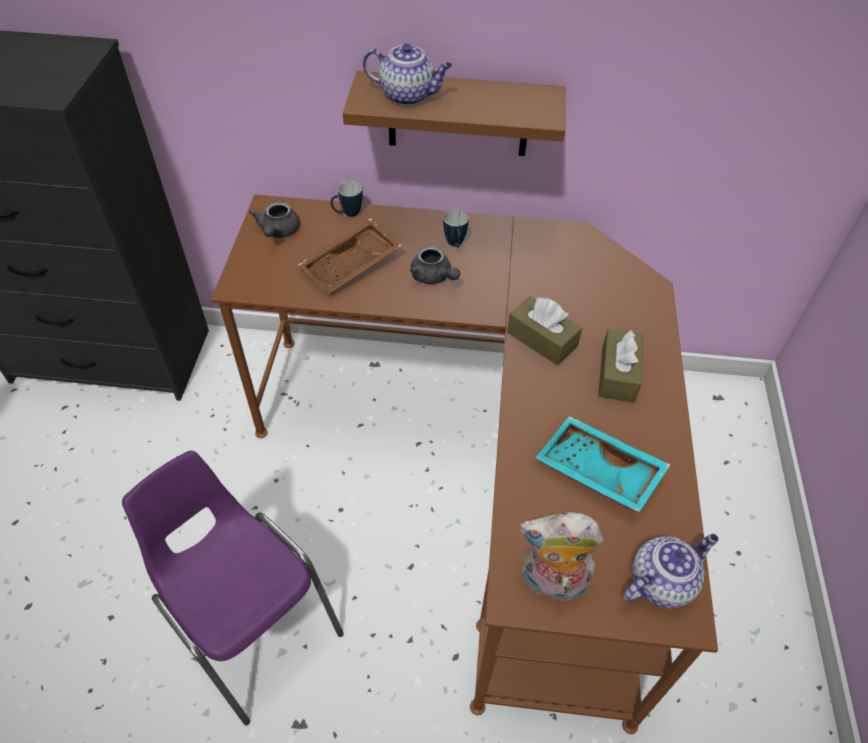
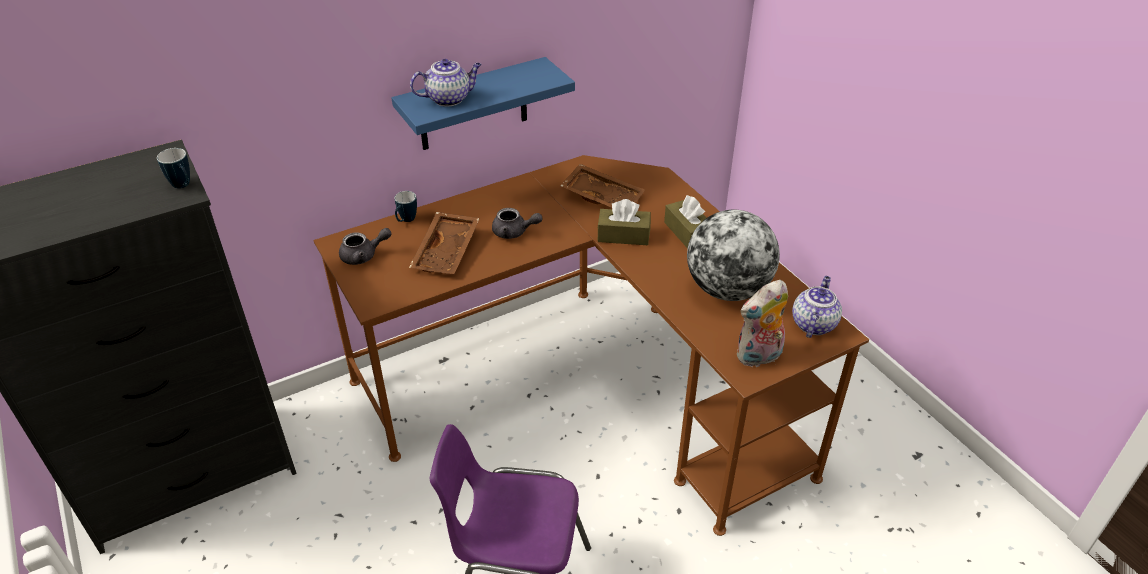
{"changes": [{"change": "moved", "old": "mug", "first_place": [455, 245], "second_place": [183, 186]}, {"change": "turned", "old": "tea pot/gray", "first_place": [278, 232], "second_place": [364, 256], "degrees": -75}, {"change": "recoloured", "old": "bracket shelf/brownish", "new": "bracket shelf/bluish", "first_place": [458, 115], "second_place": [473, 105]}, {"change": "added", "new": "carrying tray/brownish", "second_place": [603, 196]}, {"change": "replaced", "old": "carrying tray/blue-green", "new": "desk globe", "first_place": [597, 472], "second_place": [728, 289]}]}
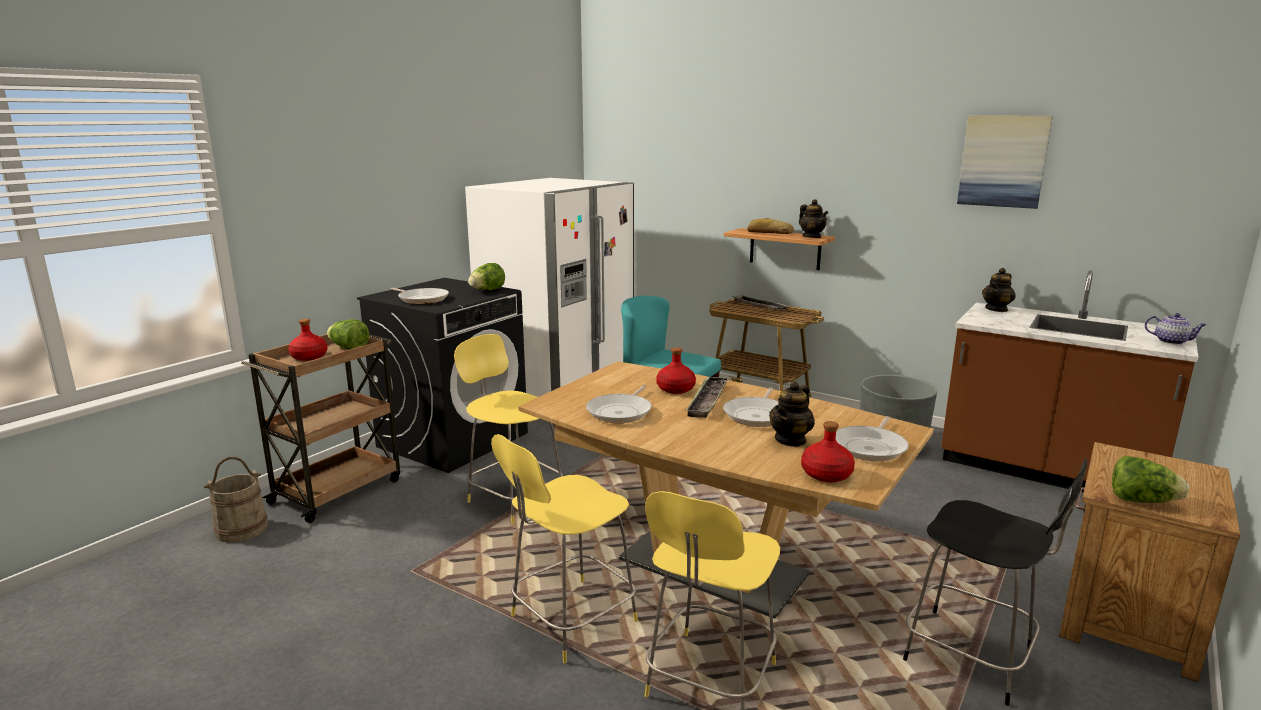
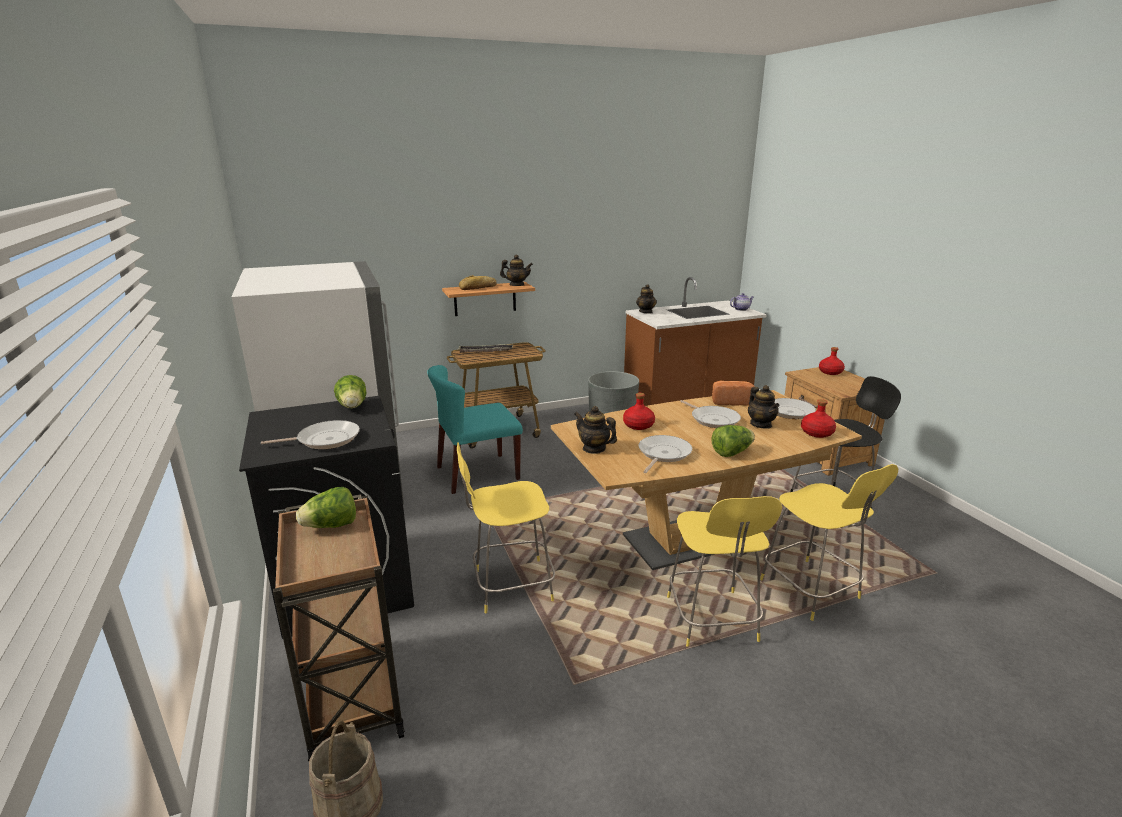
{"changes": [{"change": "added", "new": "tea pot", "second_place": [594, 448]}, {"change": "turned", "old": "frying pan", "first_place": [621, 412], "second_place": [663, 454], "degrees": -120}, {"change": "moved", "old": "lettuce head", "first_place": [1141, 501], "second_place": [731, 453]}, {"change": "added", "new": "bread", "second_place": [731, 401]}, {"change": "moved", "old": "bottle/red-coloured", "first_place": [309, 357], "second_place": [830, 372]}, {"change": "removed", "old": "carrying tray", "first_place": [707, 401]}, {"change": "removed", "old": "wall picture", "first_place": [1003, 161]}]}
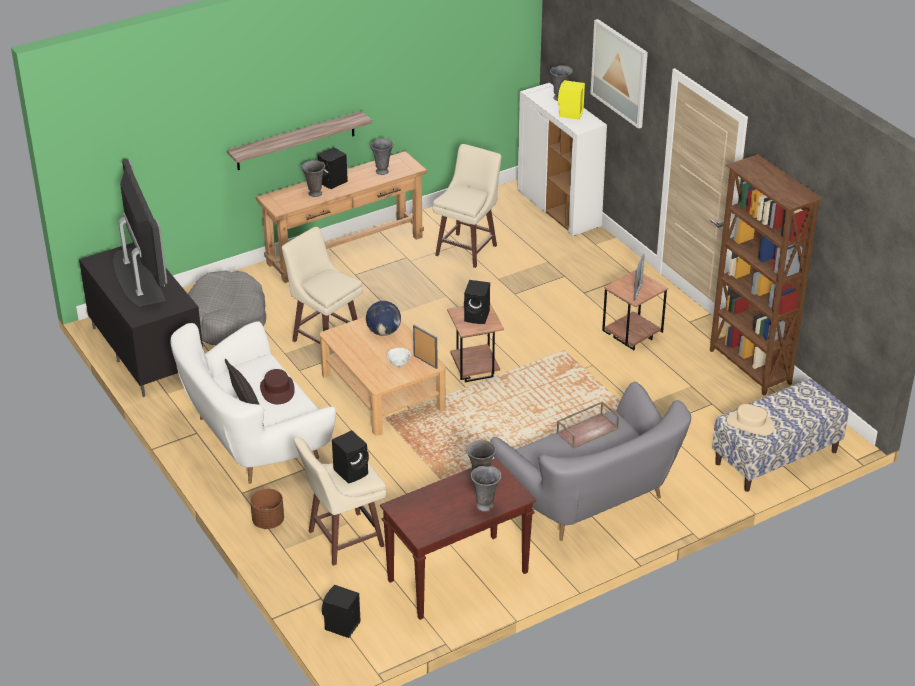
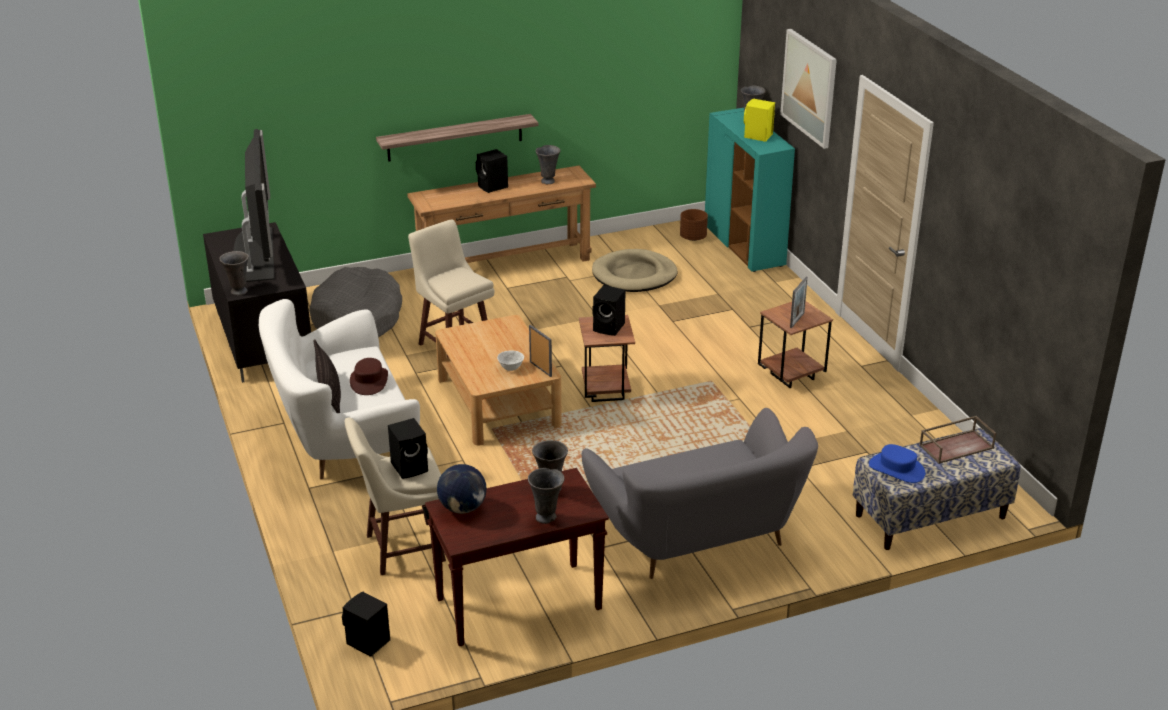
{"changes": [{"change": "moved", "old": "flower vase/gray", "first_place": [314, 193], "second_place": [238, 291]}, {"change": "moved", "old": "desk globe", "first_place": [384, 332], "second_place": [463, 508]}, {"change": "replaced", "old": "sitting stool/beige", "new": "dog bed/beige", "first_place": [467, 249], "second_place": [634, 275]}, {"change": "moved", "old": "flower pot/brownish", "first_place": [268, 521], "second_place": [692, 238]}, {"change": "recoloured", "old": "cabinet/white", "new": "cabinet/blue-green", "first_place": [559, 209], "second_place": [744, 246]}, {"change": "recoloured", "old": "wearable hat/beige", "new": "wearable hat/bluish", "first_place": [750, 424], "second_place": [897, 469]}, {"change": "moved", "old": "carrying tray/brownish", "first_place": [587, 430], "second_place": [956, 446]}, {"change": "removed", "old": "bookshelf/brownish", "first_place": [749, 367]}]}
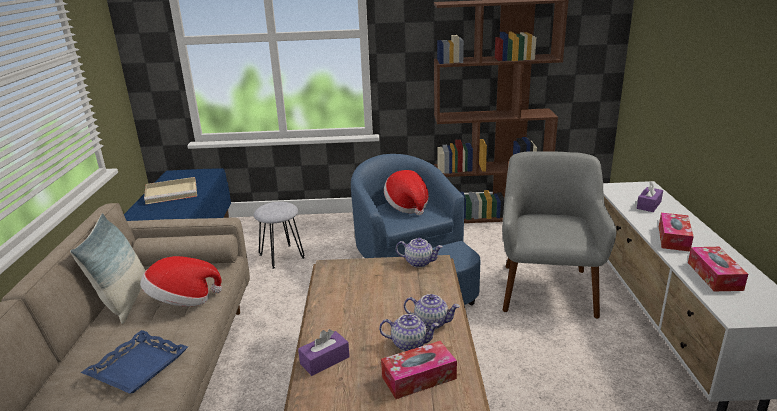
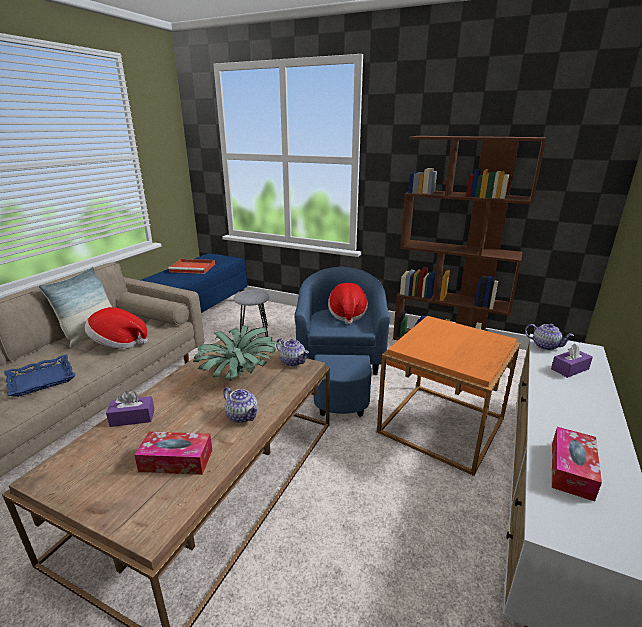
{"changes": [{"change": "recoloured", "old": "carrying tray/beige", "new": "carrying tray/red-coloured", "first_place": [173, 192], "second_place": [193, 268]}, {"change": "added", "new": "plant in a pot", "second_place": [239, 377]}, {"change": "replaced", "old": "easy chair/gray", "new": "end table/orange-coloured", "first_place": [547, 289], "second_place": [441, 425]}, {"change": "moved", "old": "tea pot", "first_place": [409, 344], "second_place": [545, 346]}, {"change": "removed", "old": "tissue box", "first_place": [673, 238]}]}
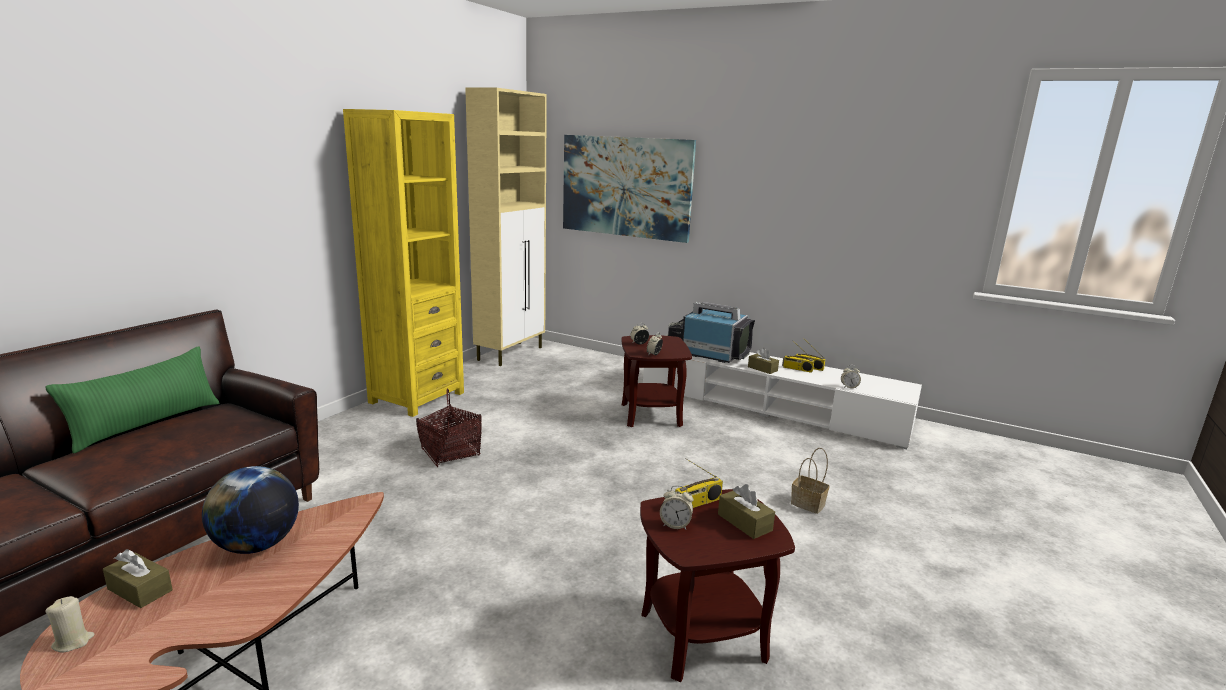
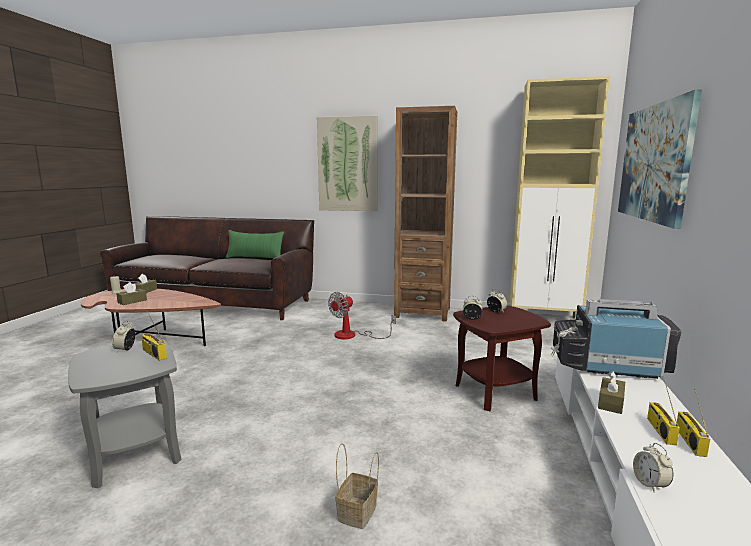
{"changes": [{"change": "recoloured", "old": "end table/brownish", "new": "end table/gray", "first_place": [702, 635], "second_place": [136, 453]}, {"change": "moved", "old": "tissue box/brownish", "first_place": [744, 522], "second_place": [132, 301]}, {"change": "added", "new": "wall picture", "second_place": [348, 164]}, {"change": "replaced", "old": "basket", "new": "cooling fan", "first_place": [450, 453], "second_place": [353, 335]}, {"change": "recoloured", "old": "bookshelf/yellow-coloured", "new": "bookshelf/brownish", "first_place": [417, 397], "second_place": [422, 312]}, {"change": "turned", "old": "TV", "first_place": [708, 354], "second_place": [606, 366], "degrees": -90}, {"change": "removed", "old": "desk globe", "first_place": [257, 545]}]}
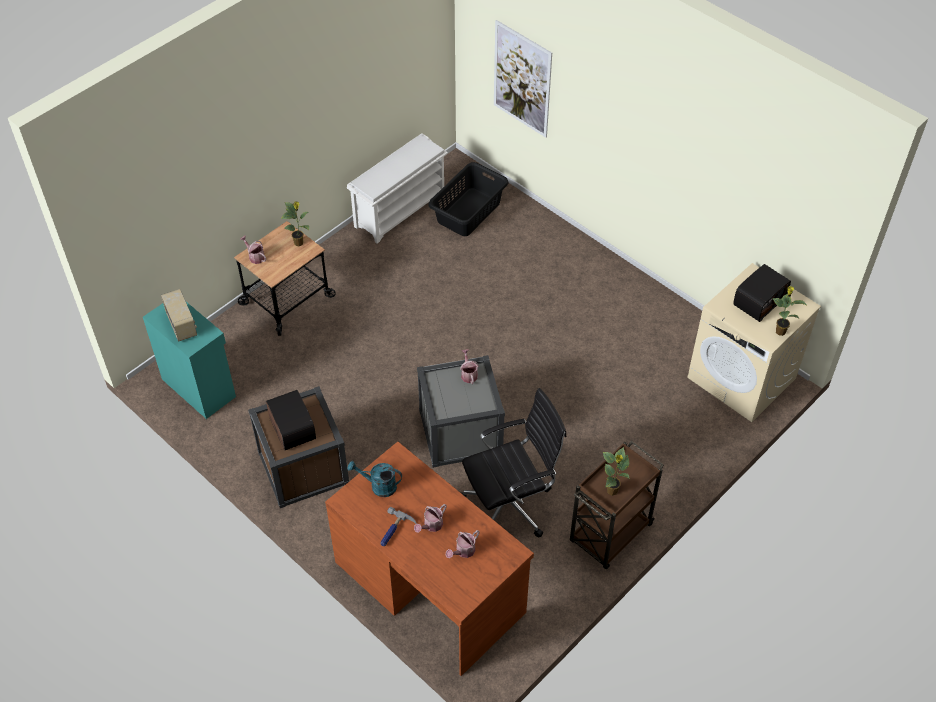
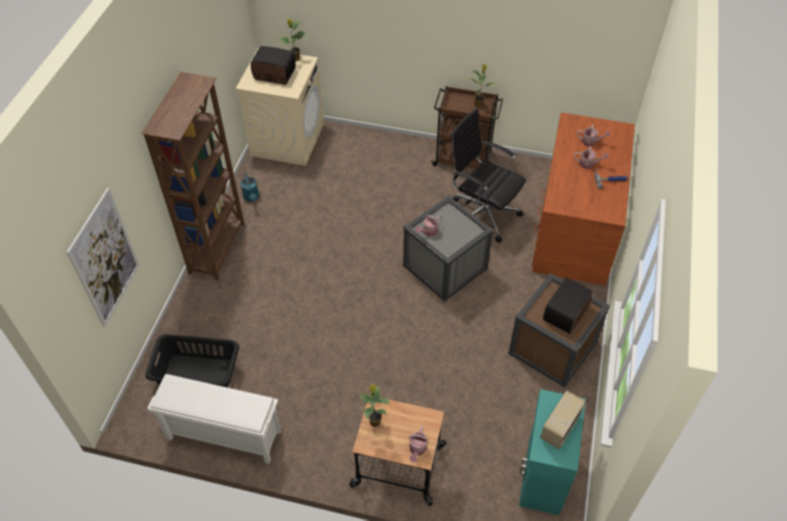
{"changes": [{"change": "added", "new": "bookshelf/brownish", "second_place": [218, 248]}, {"change": "moved", "old": "sprinkling can/blue-green", "first_place": [378, 486], "second_place": [252, 197]}]}
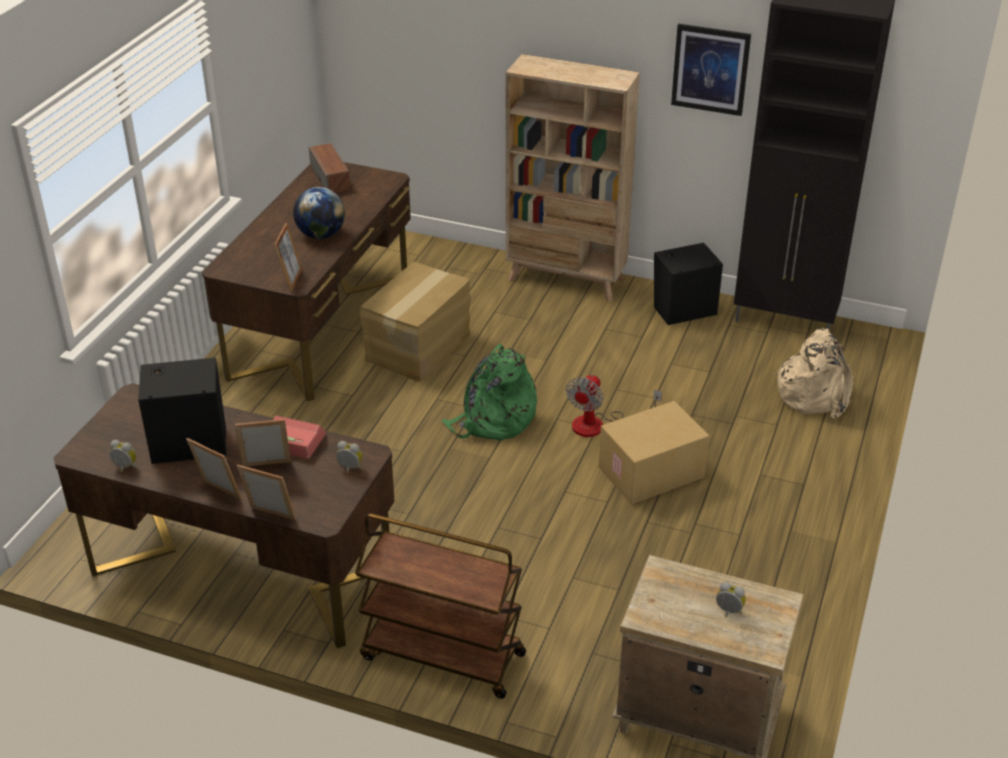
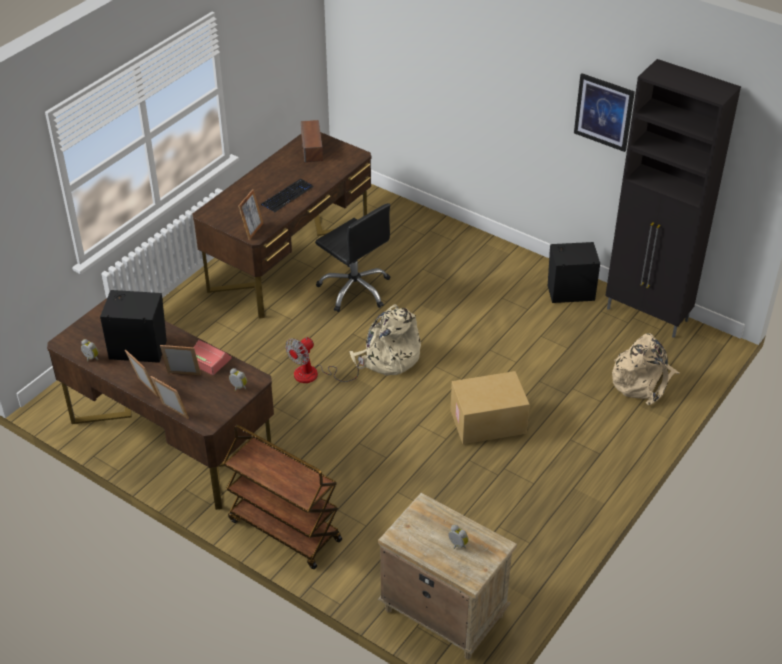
{"changes": [{"change": "replaced", "old": "desk globe", "new": "PC keyboard", "first_place": [321, 235], "second_place": [287, 196]}, {"change": "moved", "old": "cooling fan", "first_place": [599, 425], "second_place": [315, 375]}, {"change": "replaced", "old": "carton", "new": "office chair/black", "first_place": [419, 347], "second_place": [355, 289]}, {"change": "recoloured", "old": "backpack/green", "new": "backpack/beige", "first_place": [493, 420], "second_place": [387, 358]}, {"change": "removed", "old": "bookshelf/beige", "first_place": [566, 280]}]}
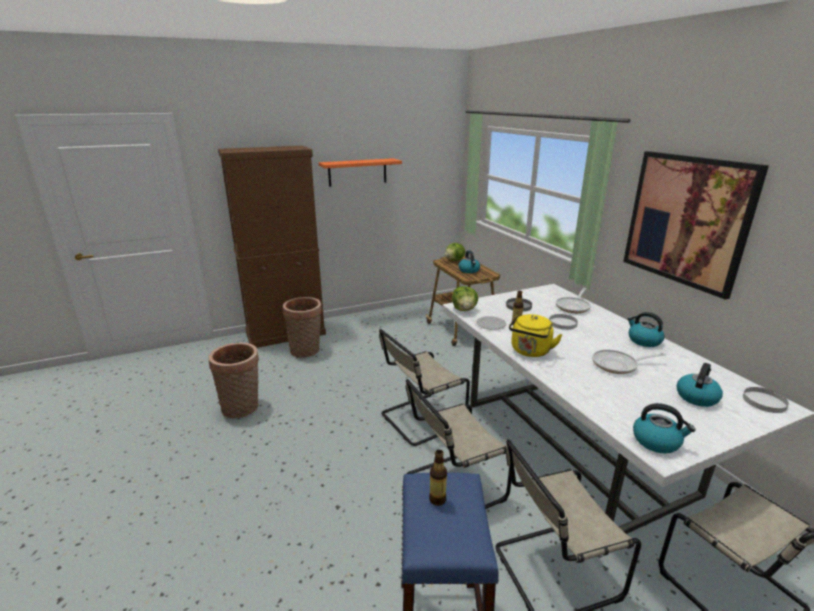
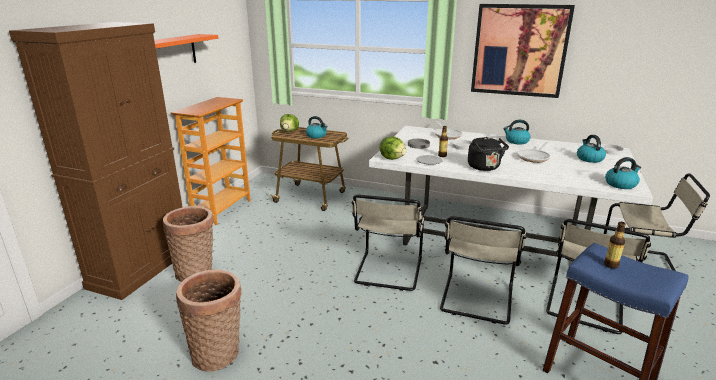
{"changes": [{"change": "added", "new": "bookshelf", "second_place": [221, 209]}, {"change": "recoloured", "old": "kettle/yellow-coloured", "new": "kettle/black", "first_place": [530, 352], "second_place": [485, 168]}]}
